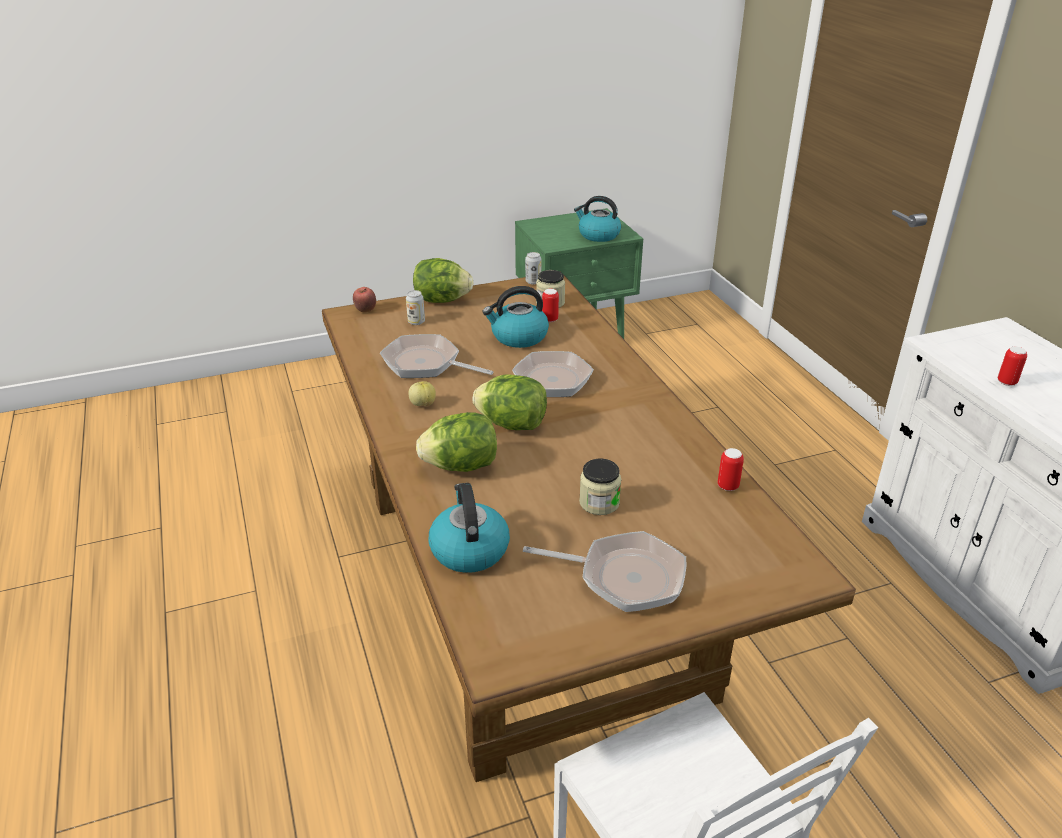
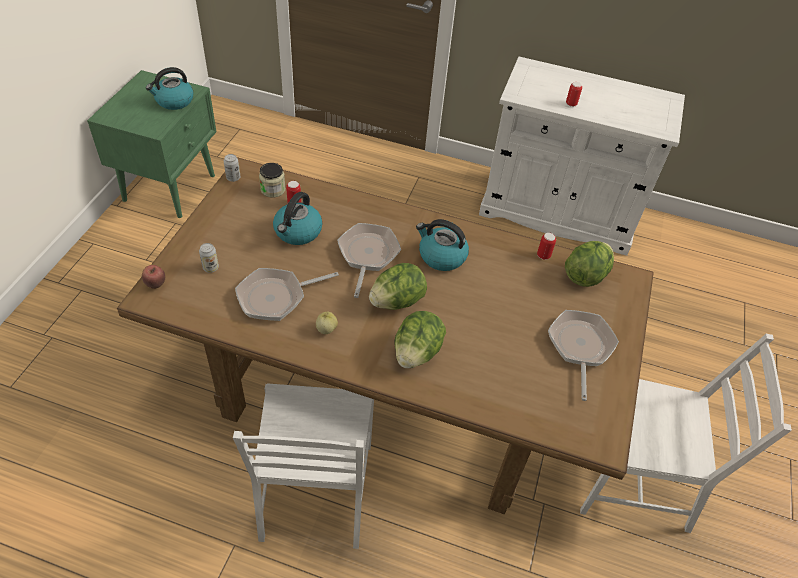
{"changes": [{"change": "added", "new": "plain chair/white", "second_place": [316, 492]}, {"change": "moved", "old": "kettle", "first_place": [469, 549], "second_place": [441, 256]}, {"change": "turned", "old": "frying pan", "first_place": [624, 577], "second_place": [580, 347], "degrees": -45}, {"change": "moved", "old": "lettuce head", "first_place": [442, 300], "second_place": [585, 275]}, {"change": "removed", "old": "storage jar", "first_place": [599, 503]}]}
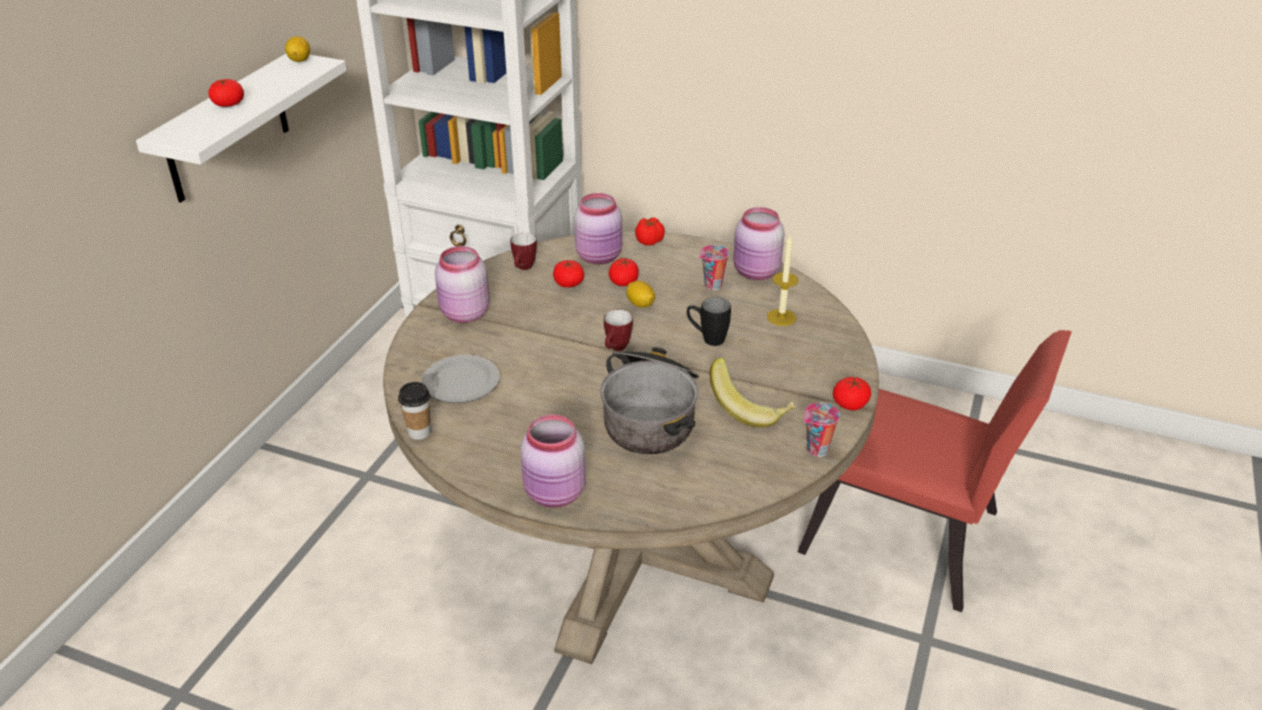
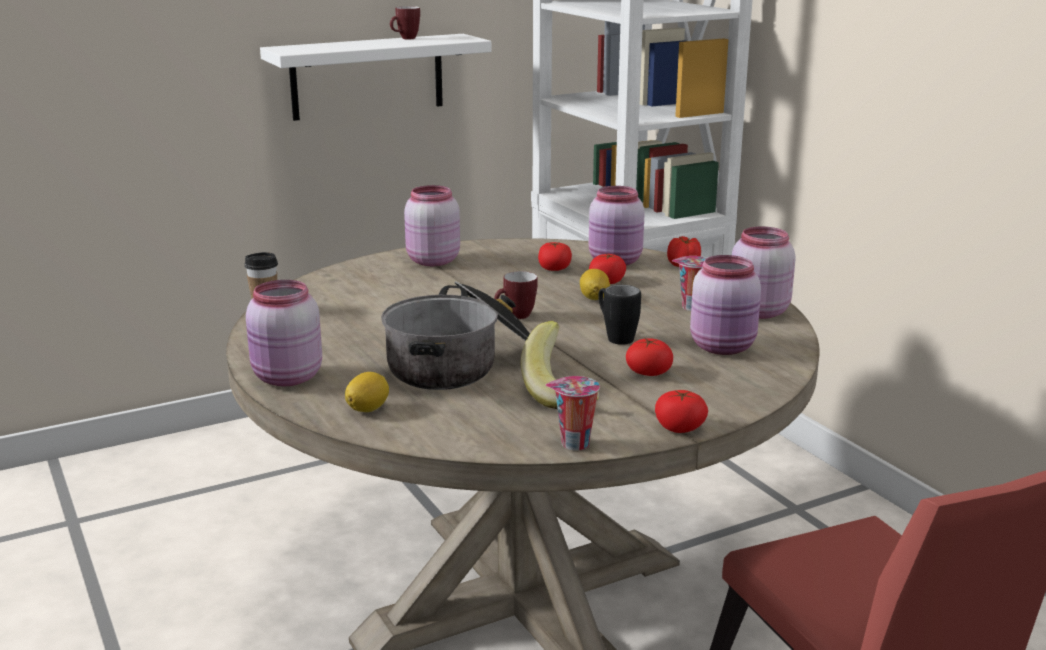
{"changes": [{"change": "moved", "old": "lemon", "first_place": [299, 60], "second_place": [368, 409]}, {"change": "moved", "old": "mug", "first_place": [524, 268], "second_place": [405, 39]}, {"change": "moved", "old": "whole tomato", "first_place": [228, 104], "second_place": [648, 372]}, {"change": "replaced", "old": "candle", "new": "storage jar/pinkish", "first_place": [781, 317], "second_place": [724, 347]}, {"change": "removed", "old": "dinner plate", "first_place": [460, 382]}]}
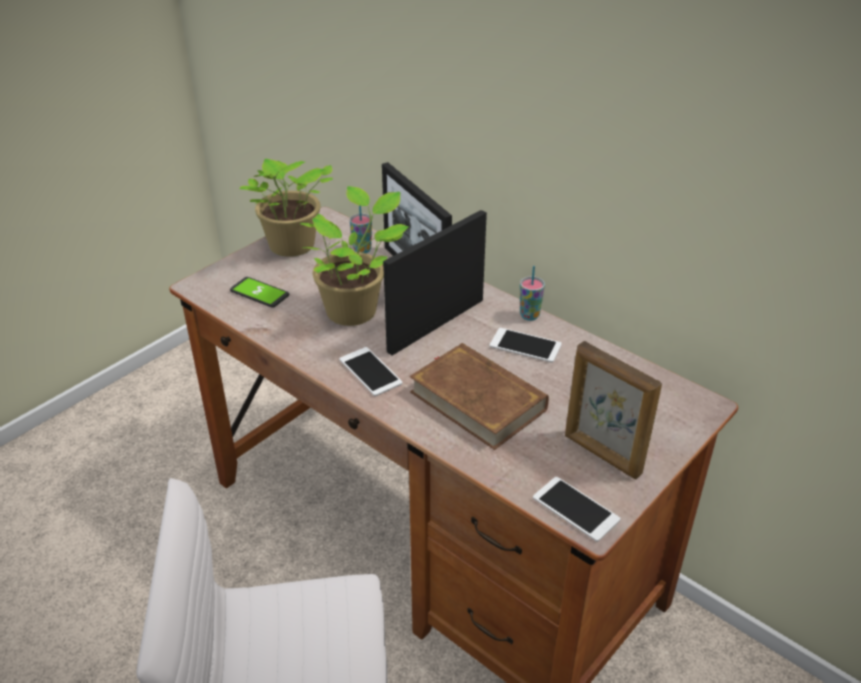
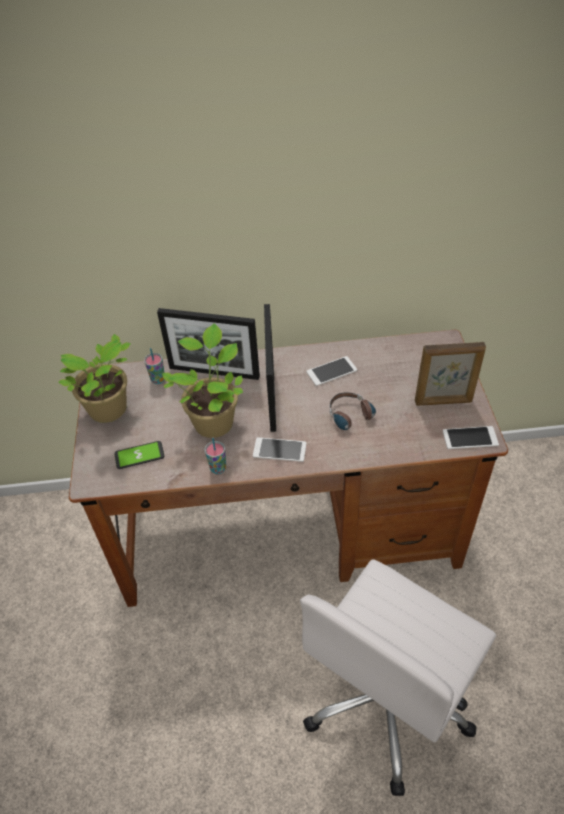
{"changes": [{"change": "moved", "old": "drinking cup", "first_place": [529, 315], "second_place": [218, 469]}, {"change": "replaced", "old": "bound book/brownish", "new": "headset", "first_place": [477, 400], "second_place": [354, 420]}]}
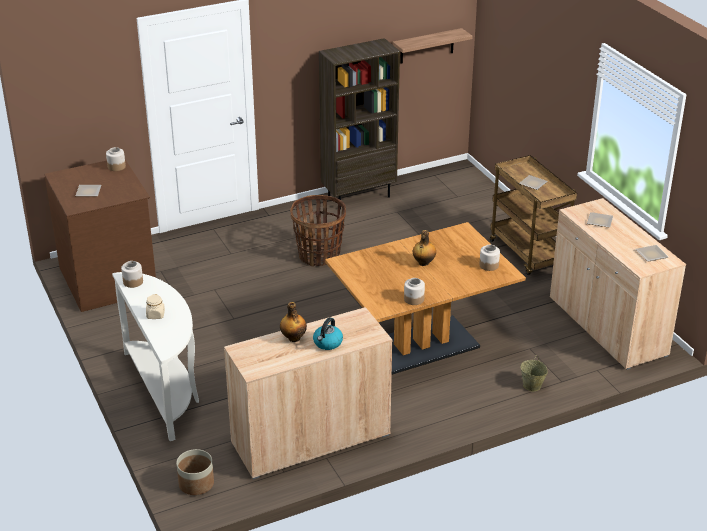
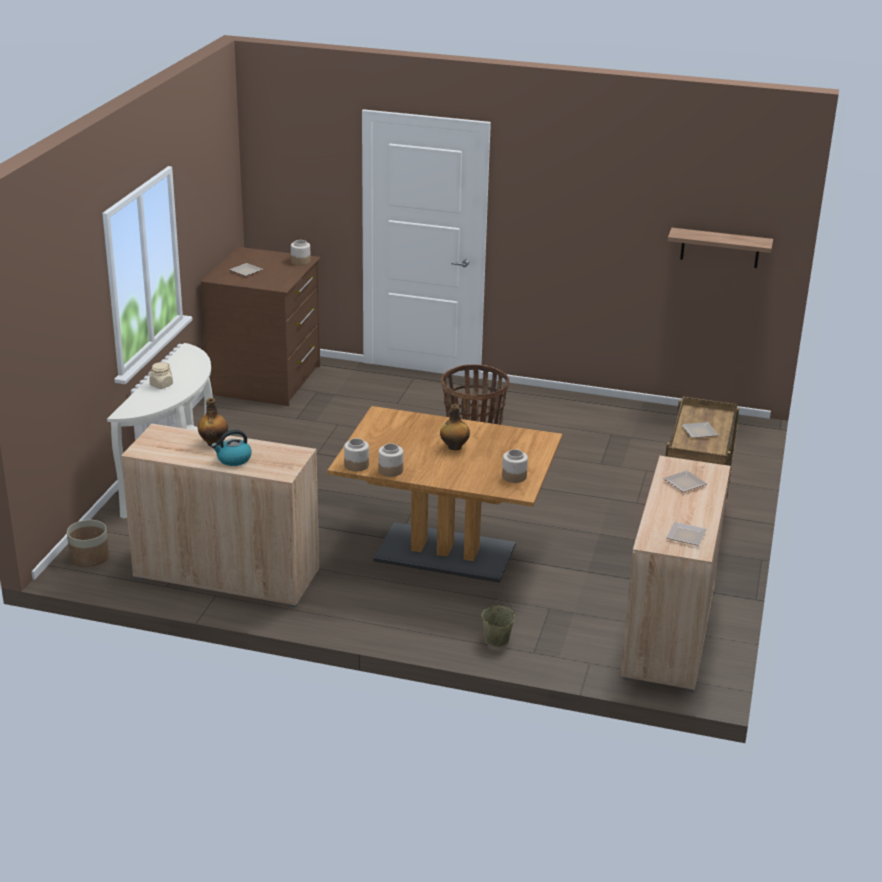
{"changes": [{"change": "moved", "old": "storage jar", "first_place": [133, 282], "second_place": [356, 465]}, {"change": "removed", "old": "bookshelf/brownish", "first_place": [359, 196]}]}
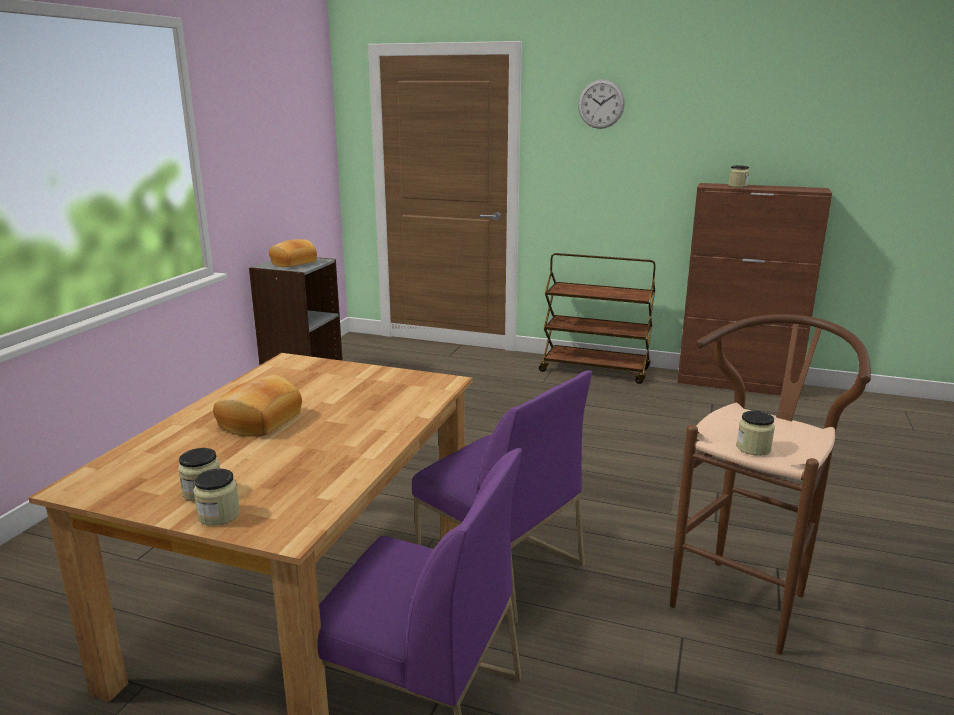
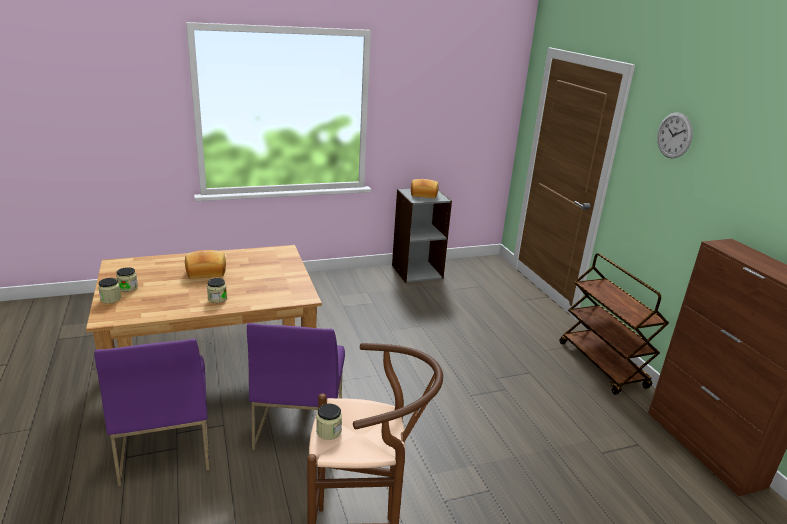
{"changes": [{"change": "moved", "old": "storage jar", "first_place": [737, 186], "second_place": [217, 299]}]}
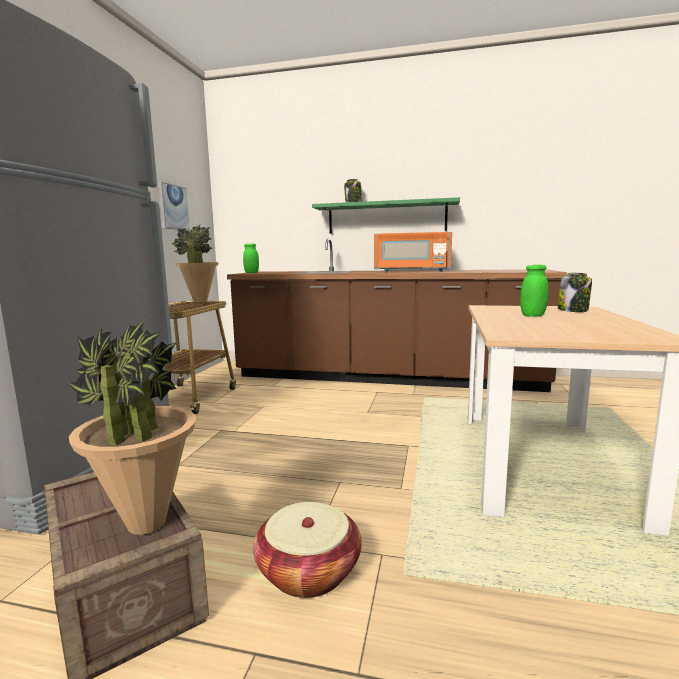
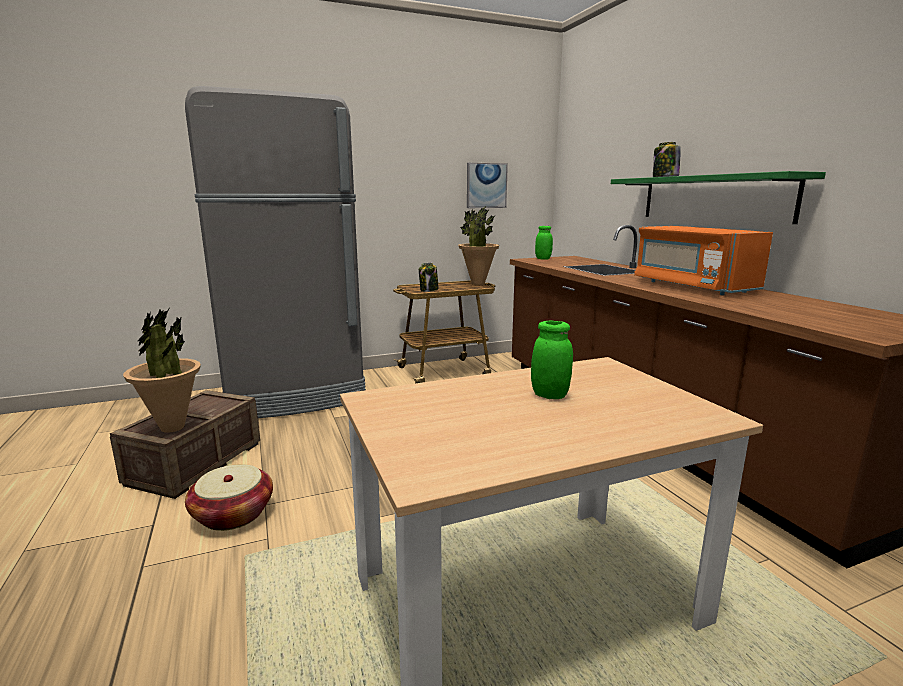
{"changes": [{"change": "moved", "old": "storage jar", "first_place": [573, 310], "second_place": [429, 290]}]}
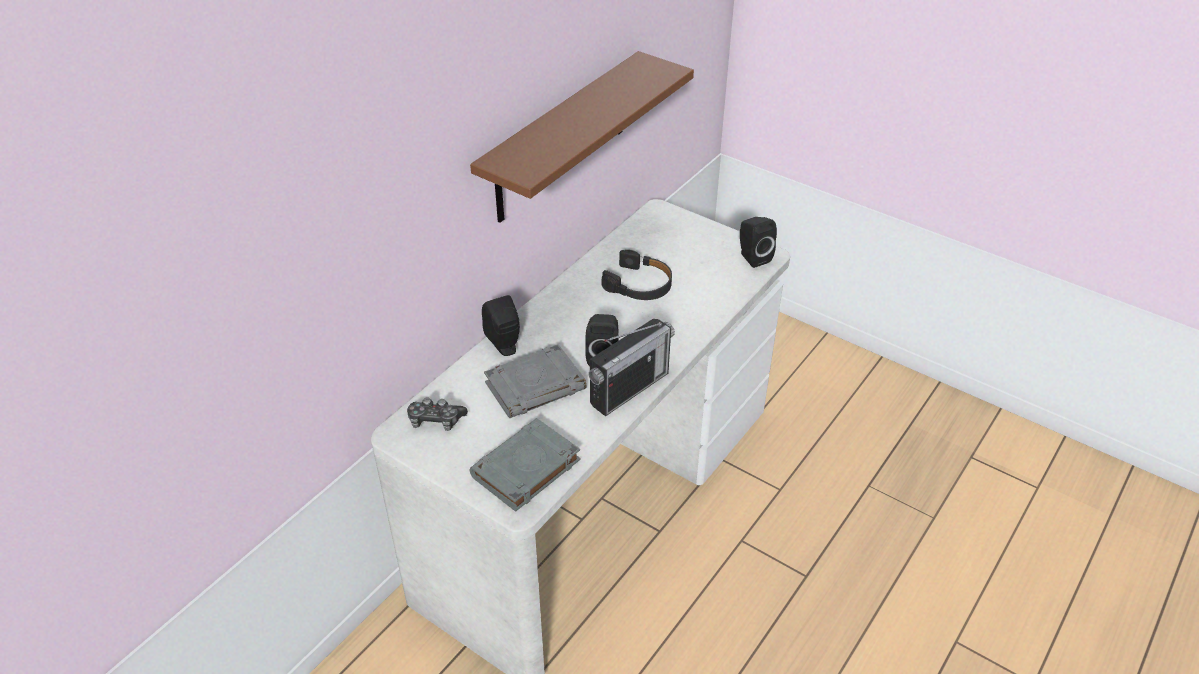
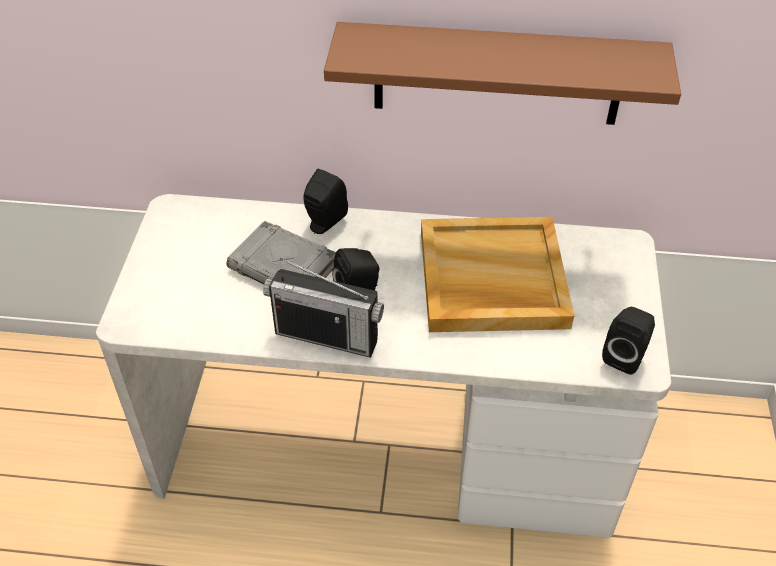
{"changes": [{"change": "replaced", "old": "headset/black", "new": "carrying tray/beige", "first_place": [639, 285], "second_place": [491, 279]}, {"change": "removed", "old": "game controller", "first_place": [435, 420]}, {"change": "removed", "old": "bound book/gray", "first_place": [525, 469]}]}
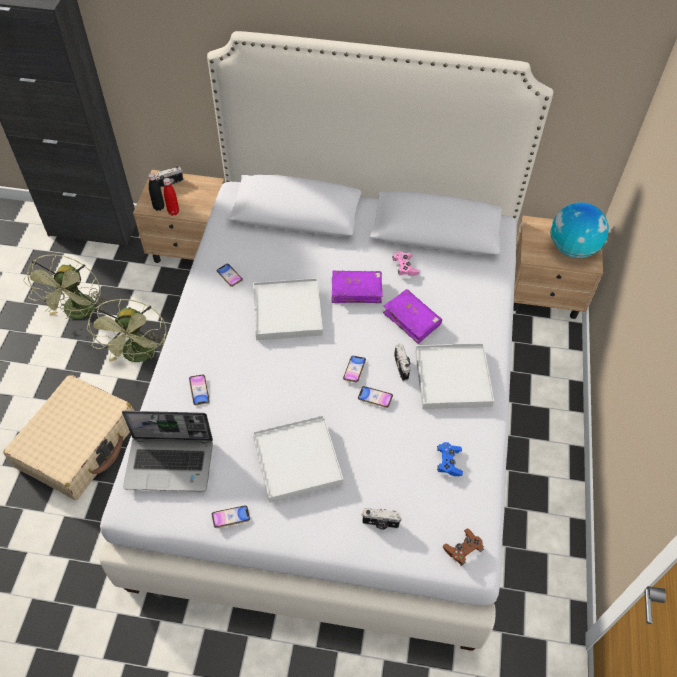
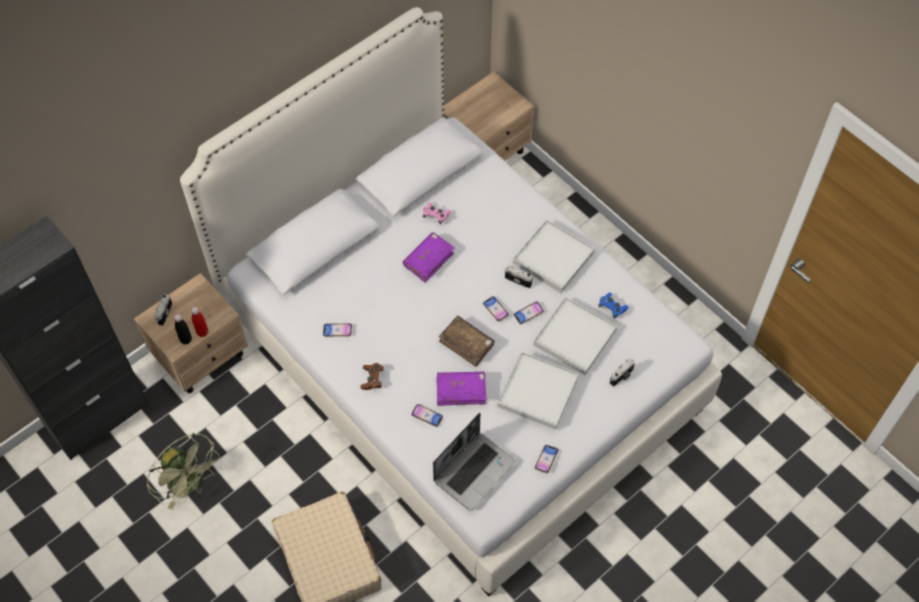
{"changes": [{"change": "moved", "old": "game controller/brownish", "first_place": [463, 549], "second_place": [372, 379]}, {"change": "moved", "old": "bound book/purple-coloured", "first_place": [412, 320], "second_place": [461, 391]}, {"change": "added", "new": "bound book/brownish", "second_place": [466, 344]}, {"change": "moved", "old": "carrying tray/white", "first_place": [287, 311], "second_place": [574, 337]}, {"change": "removed", "old": "cooling fan/green", "first_place": [139, 356]}, {"change": "removed", "old": "desk globe", "first_place": [572, 249]}]}
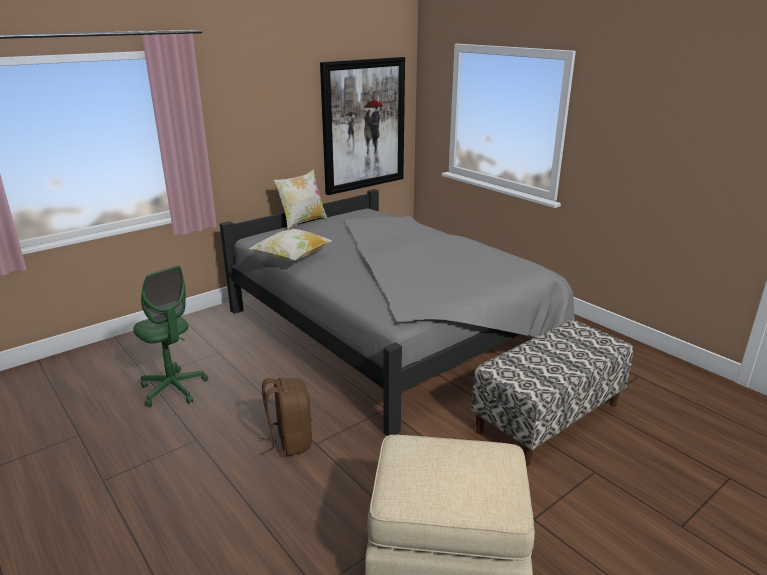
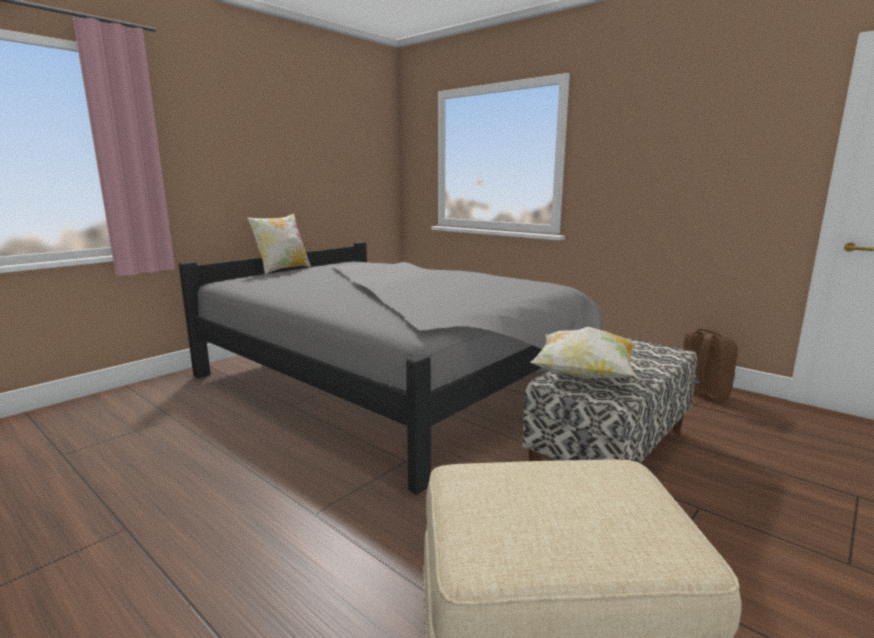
{"changes": [{"change": "moved", "old": "pillow", "first_place": [291, 259], "second_place": [583, 376]}, {"change": "moved", "old": "backpack/brownish", "first_place": [289, 441], "second_place": [700, 394]}, {"change": "removed", "old": "office chair/green", "first_place": [173, 389]}, {"change": "removed", "old": "wall picture", "first_place": [363, 125]}]}
